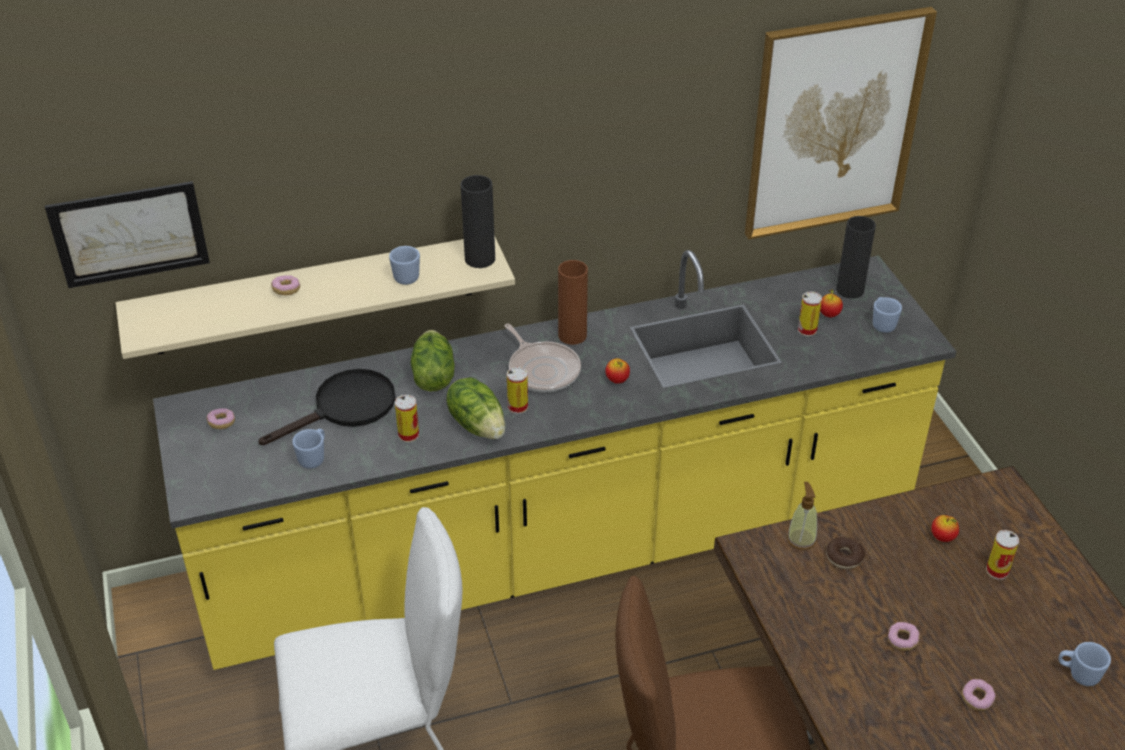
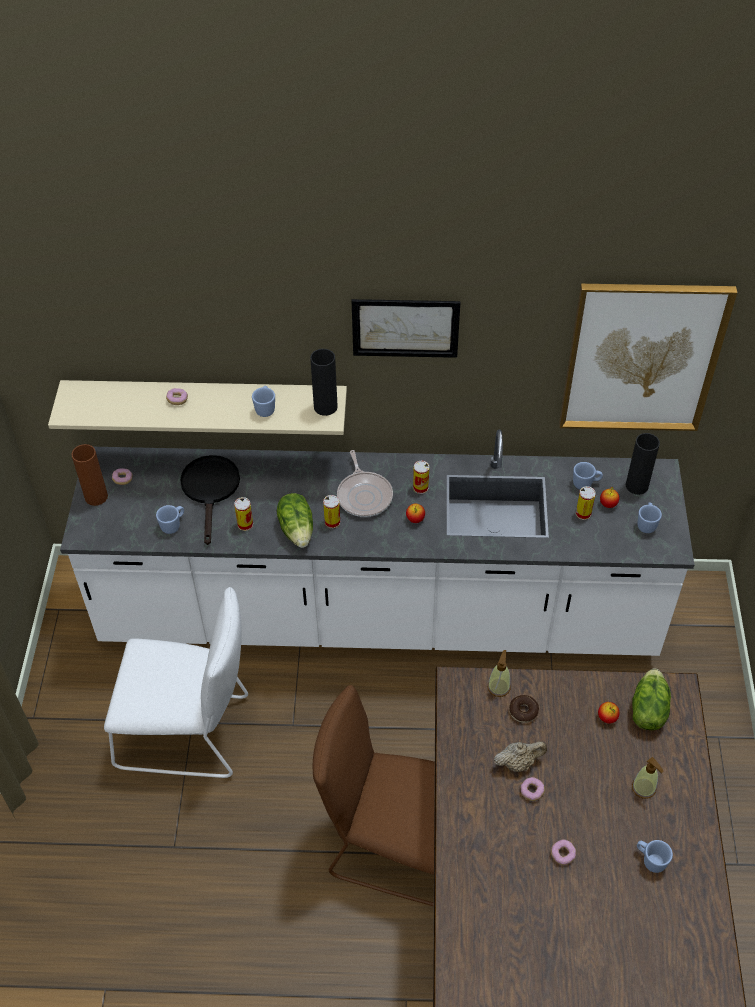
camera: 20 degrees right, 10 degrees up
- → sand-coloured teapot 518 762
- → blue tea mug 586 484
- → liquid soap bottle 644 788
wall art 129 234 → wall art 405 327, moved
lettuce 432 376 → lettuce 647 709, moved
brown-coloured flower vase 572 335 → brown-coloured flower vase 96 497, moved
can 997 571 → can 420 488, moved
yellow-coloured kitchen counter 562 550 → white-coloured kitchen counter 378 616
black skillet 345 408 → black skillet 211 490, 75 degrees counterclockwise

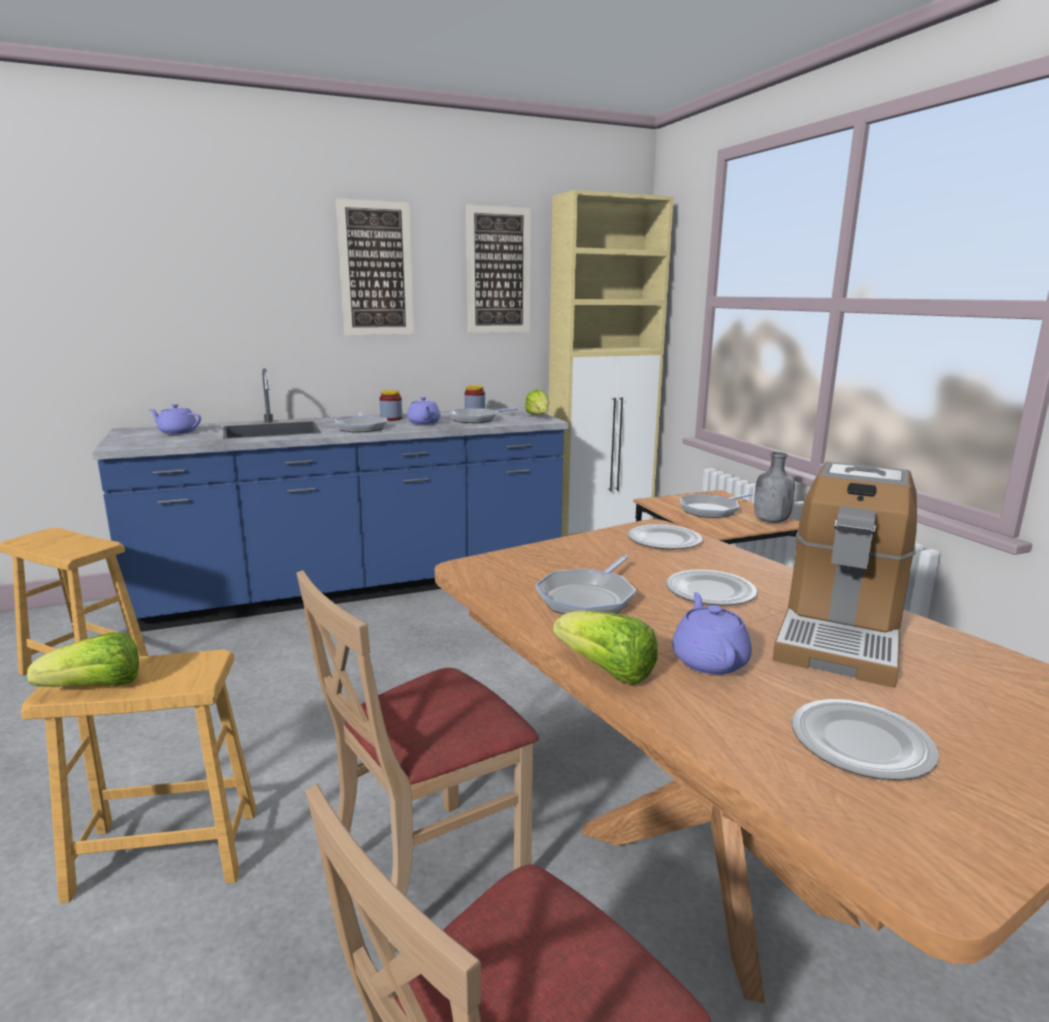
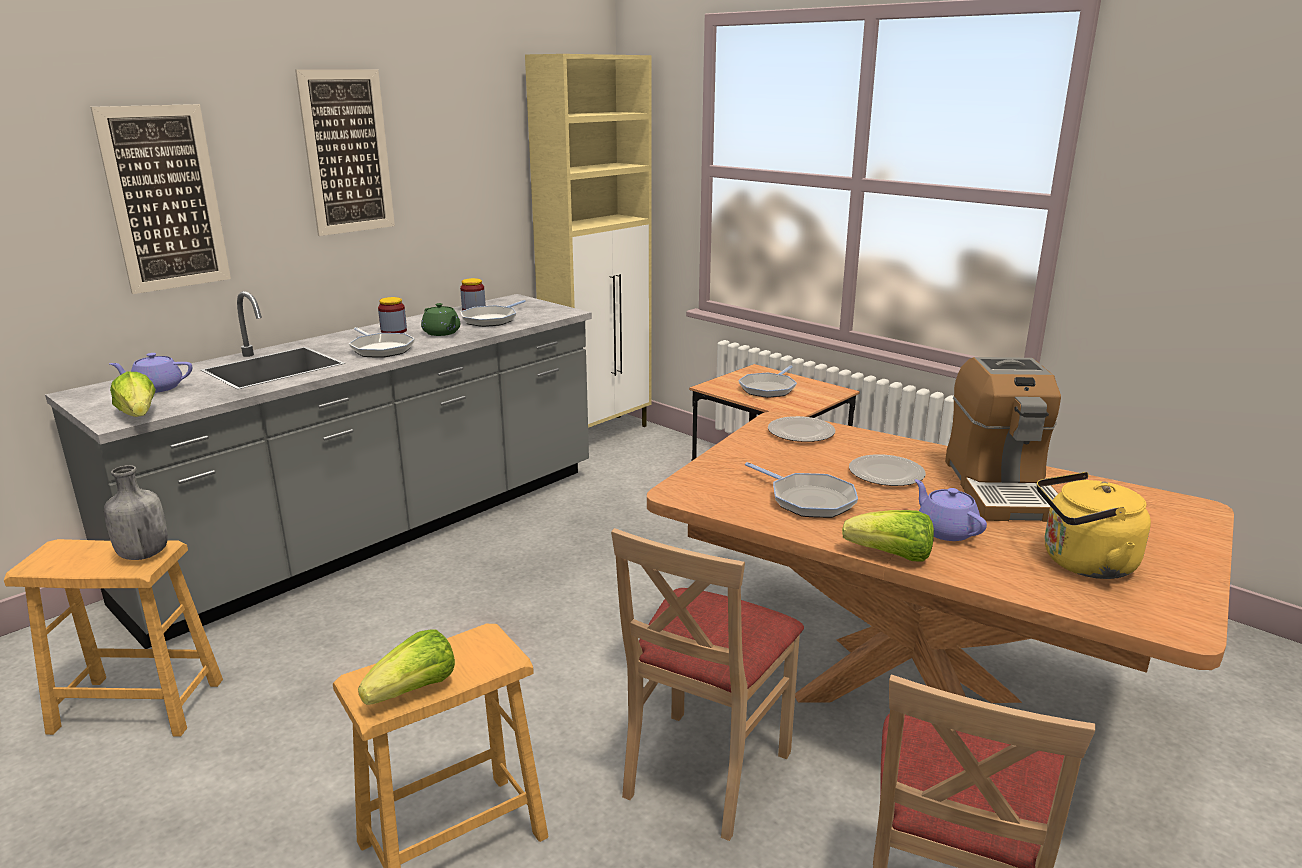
camera: 25 degrees left, 5 degrees up
wall art 498 271 → wall art 165 199, moved
lettuce 538 416 → lettuce 139 415, moved
greyish beverage bottle 770 521 → greyish beverage bottle 143 554, moved
dinner plate 859 742 → yellow-coloured tea kettle 1082 563
blue kitchen counter 359 588 → greyish kitchen counter 381 533
purplish teapot 424 423 → greenish teapot 442 333
skillet 588 598 → skillet 808 500, 45 degrees counterclockwise

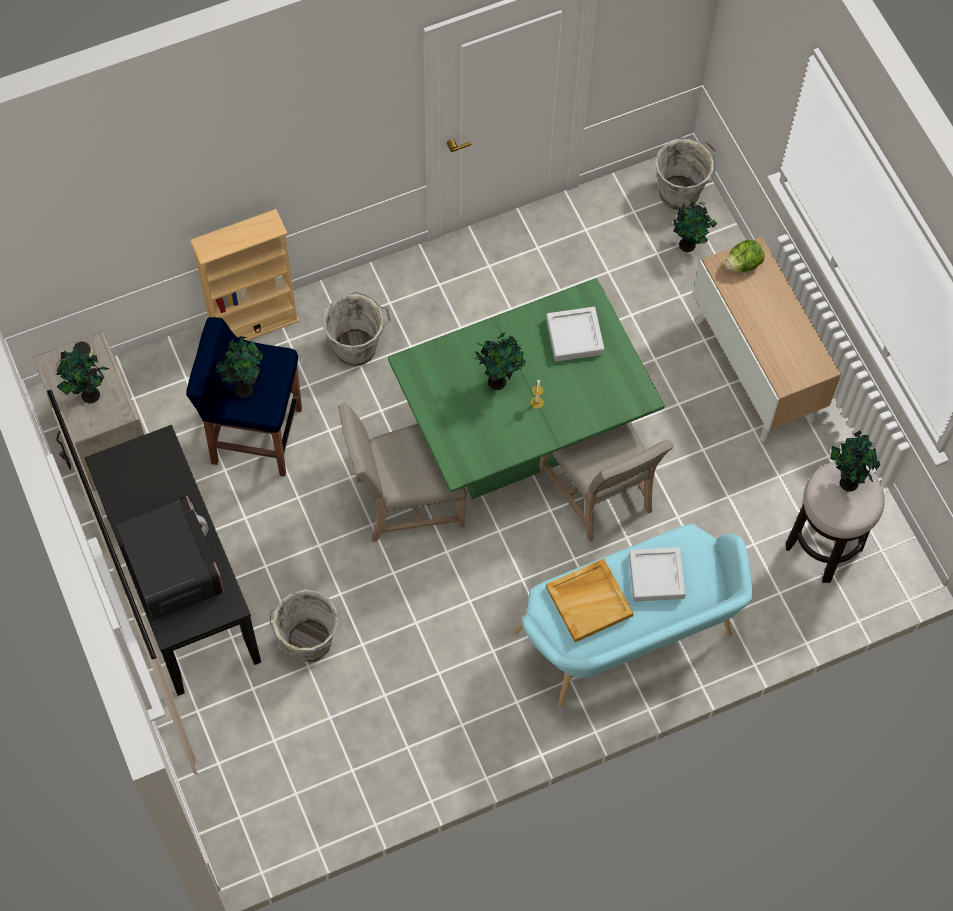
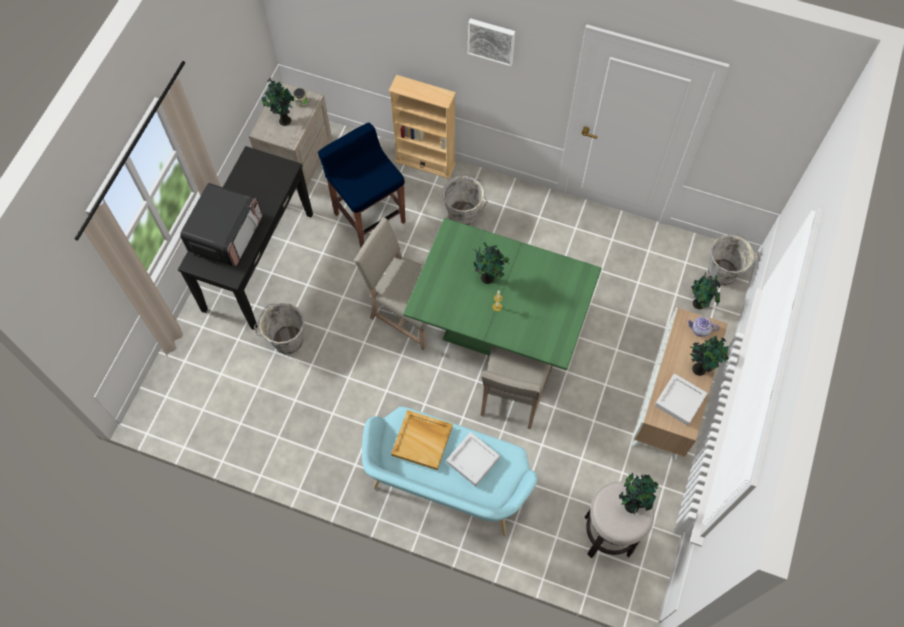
camera: 45 degrees right, 0 degrees up
- → wall art 491 40
potted plant 244 387 → potted plant 700 368, moved
greyish tray 574 336 → greyish tray 680 401, moved
lettuce 743 264 → teapot 700 330

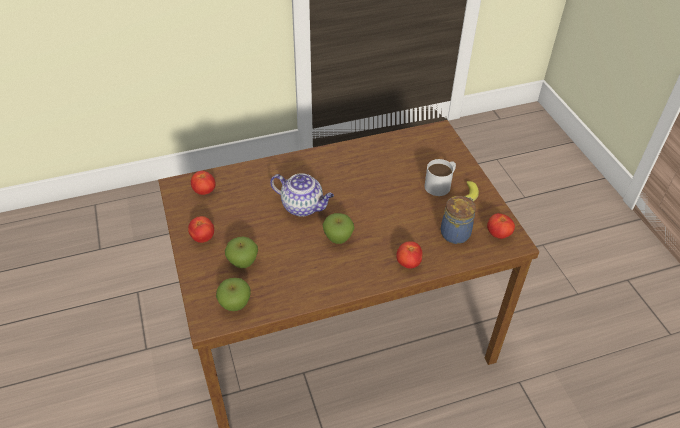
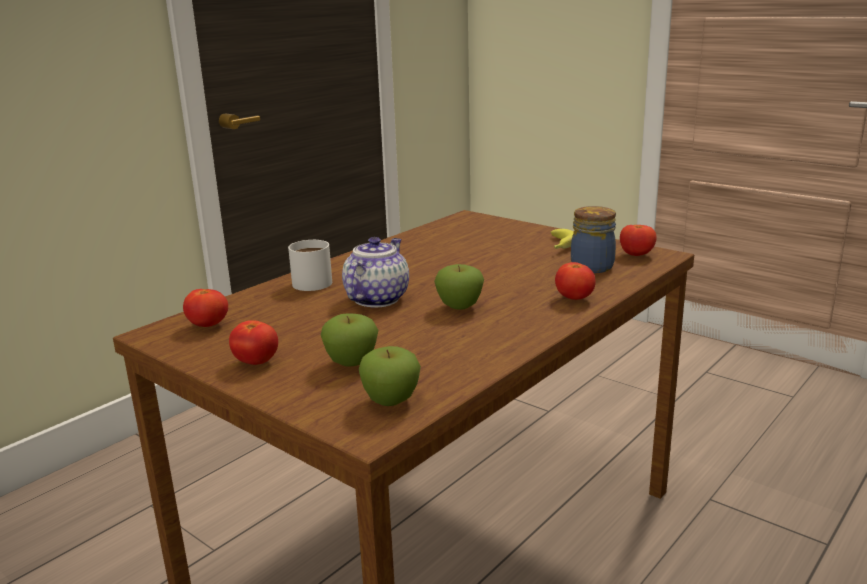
camera: 30 degrees left, 25 degrees down
white-coloured tea mug 441 184 → white-coloured tea mug 315 280, moved
teapot 303 206 → teapot 377 298, 60 degrees counterclockwise

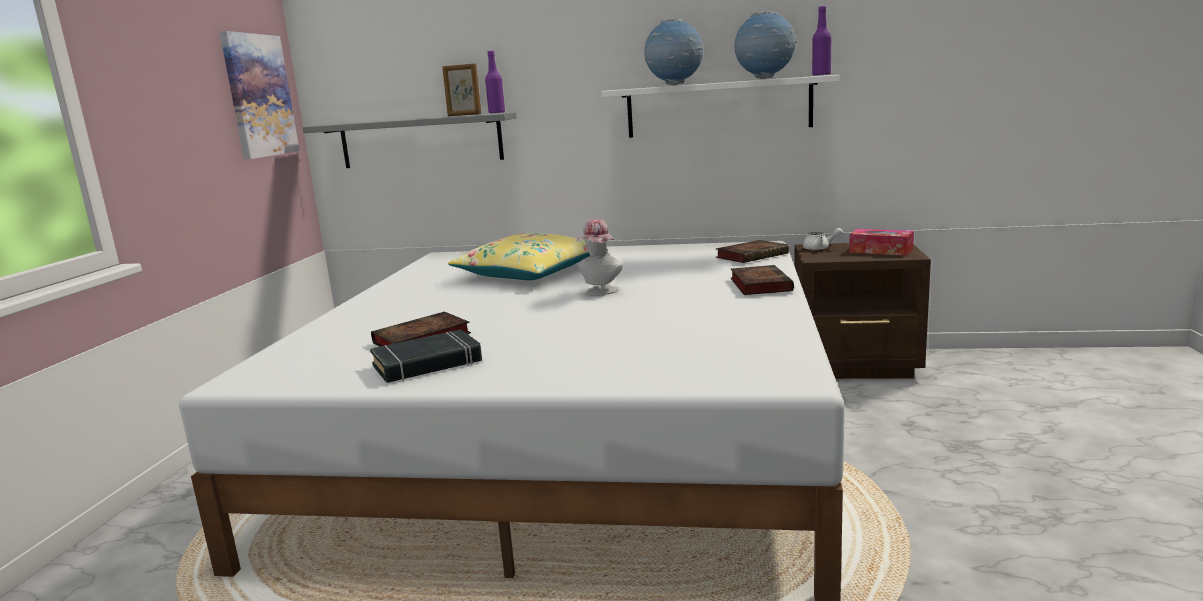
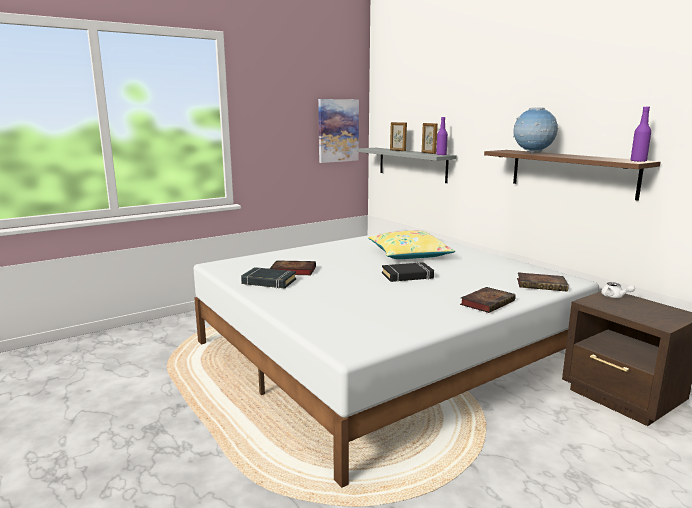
camera: 45 degrees right, 0 degrees up
globe 765 79 → -
box of tissues 881 251 → -
- → picture frame 397 150
clothing hat 600 291 → black book 407 276
white-coloured wall shelf 718 107 → brown-coloured wall shelf 572 173

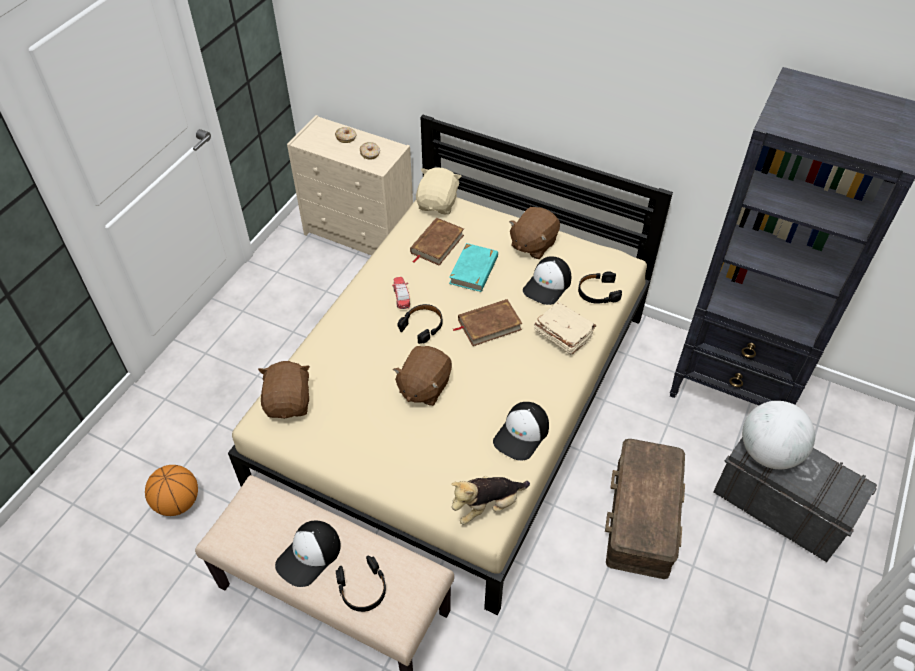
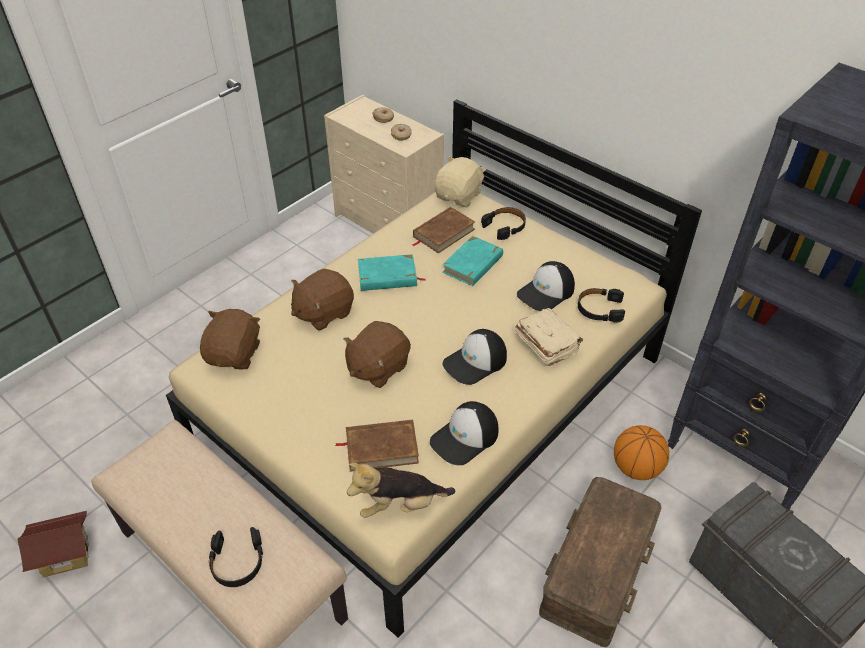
camera: 15 degrees right, 5 degrees down
globe 768 452 → -
- → model house 65 555
basketball 177 502 → basketball 636 468, moved
peaked cap 309 556 → peaked cap 475 362, moved
black pair of headphones 422 326 → black pair of headphones 505 226, moved
brown-coloured book 489 325 → brown-coloured book 381 448, moved
brown-coloured plush toy 533 244 → brown-coloured plush toy 323 312, moved
miniature car 401 298 → blue-green book 387 277

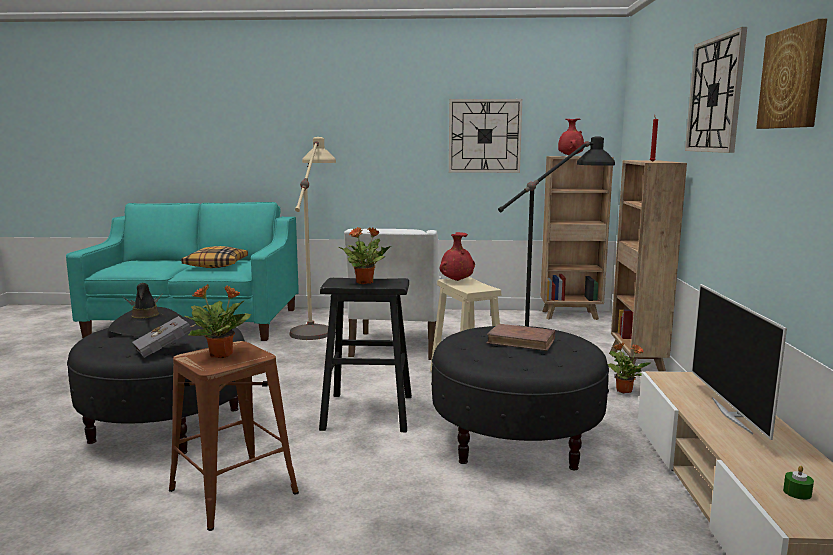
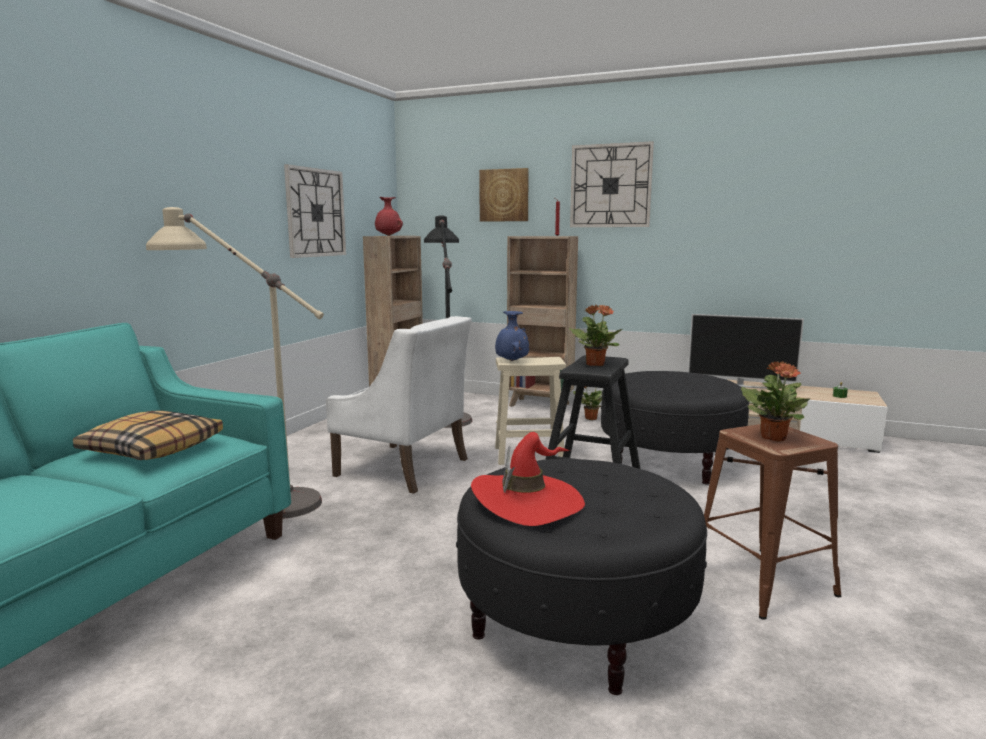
camera: 70 degrees left, 0 degrees up
greyish book 166 350 → -
brown-coloured book 521 341 → -
wall art 793 78 → wall art 504 195, moved
black clothing hat 147 326 → reddish clothing hat 527 502
reddish flower vase 456 280 → blue flower vase 511 361

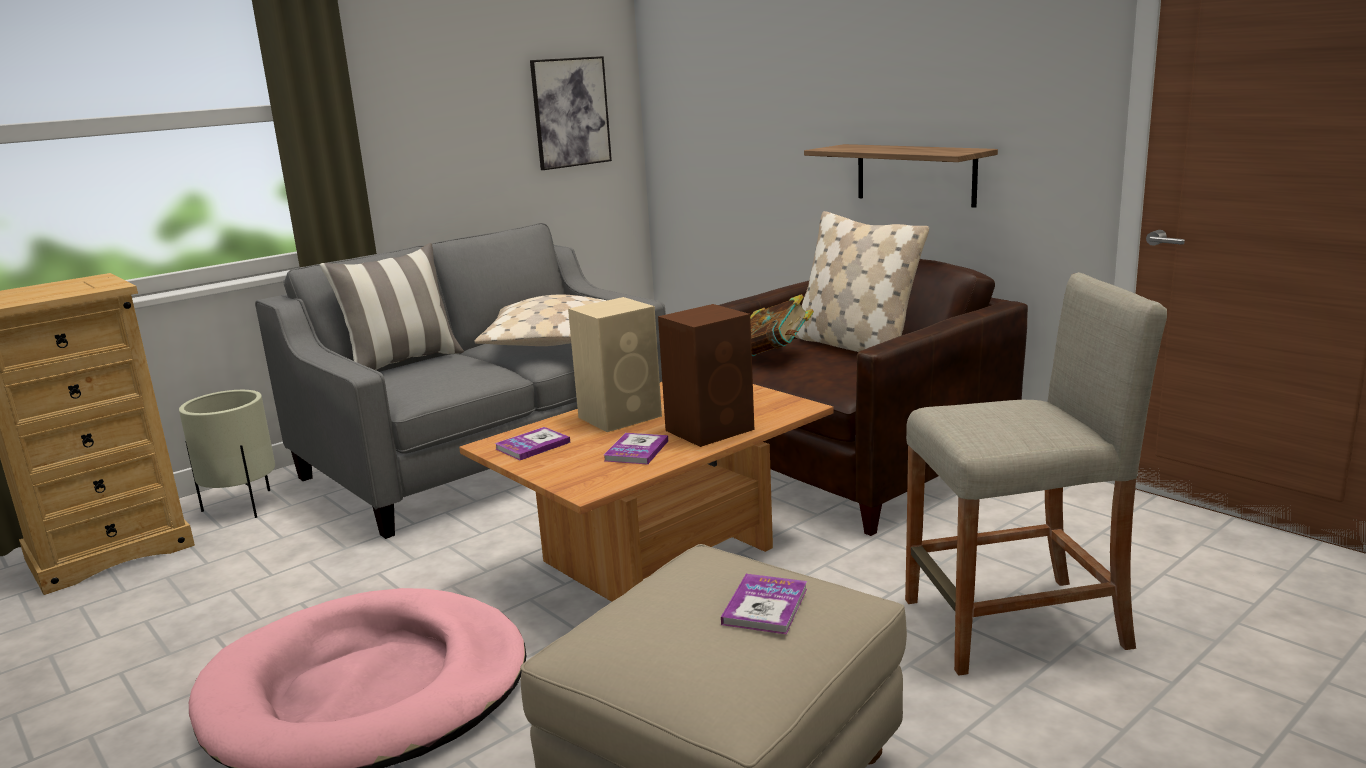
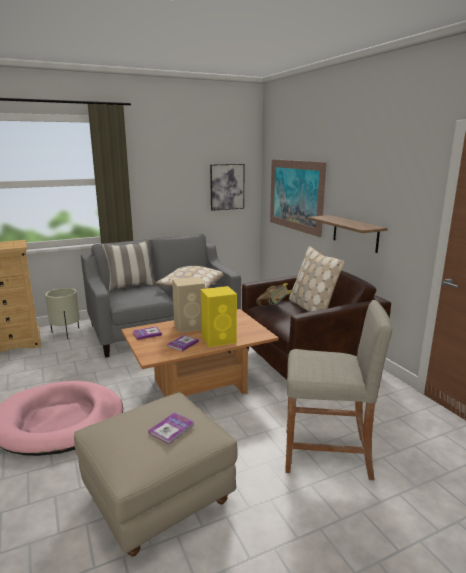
camera: 15 degrees right, 0 degrees up
- → wall art 295 195
brown-coloured audio speaker 711 429 → yellow-coloured audio speaker 219 339

